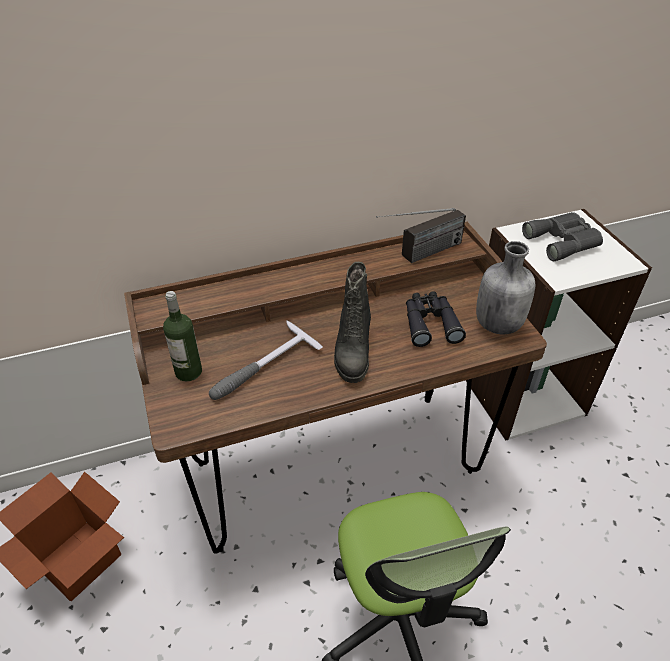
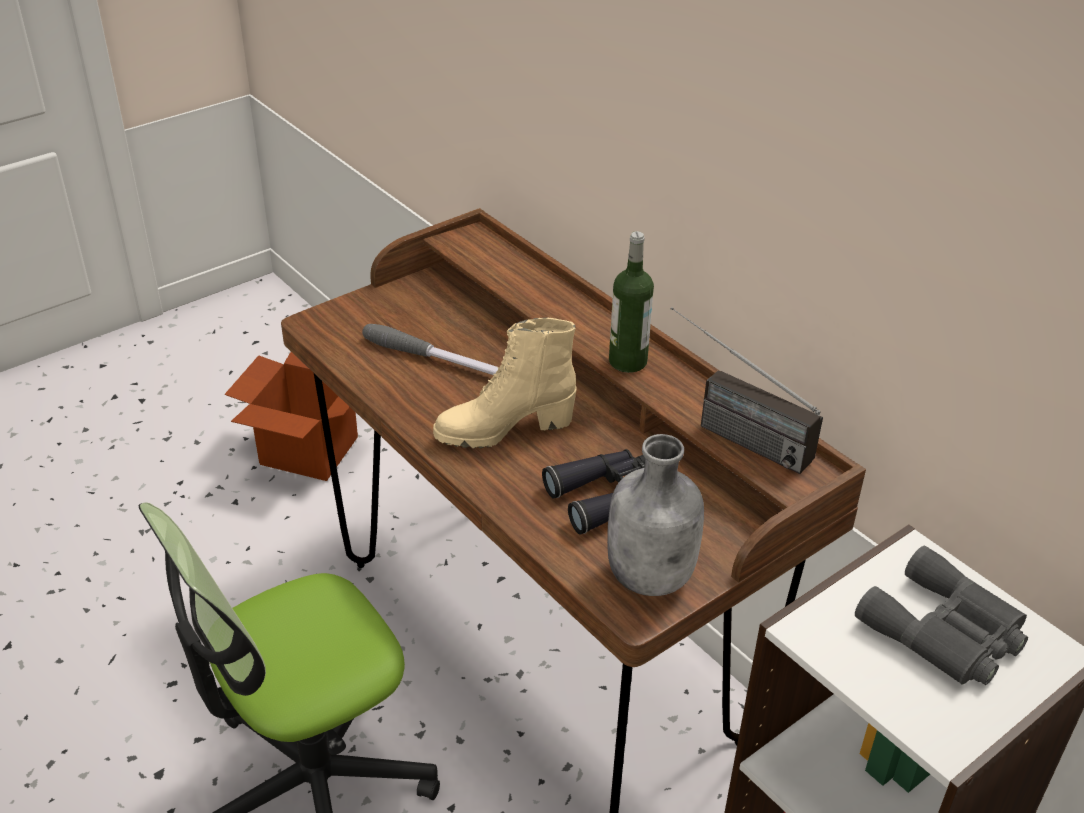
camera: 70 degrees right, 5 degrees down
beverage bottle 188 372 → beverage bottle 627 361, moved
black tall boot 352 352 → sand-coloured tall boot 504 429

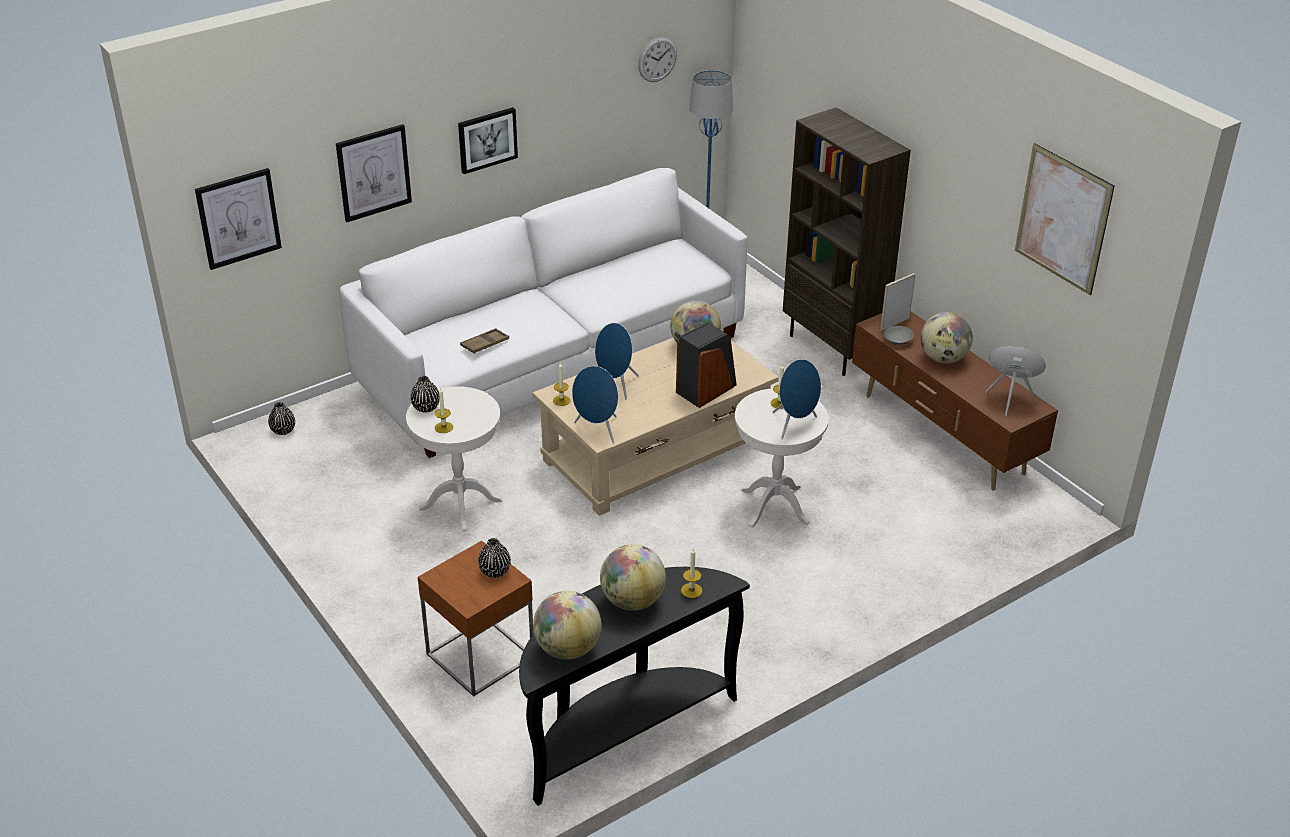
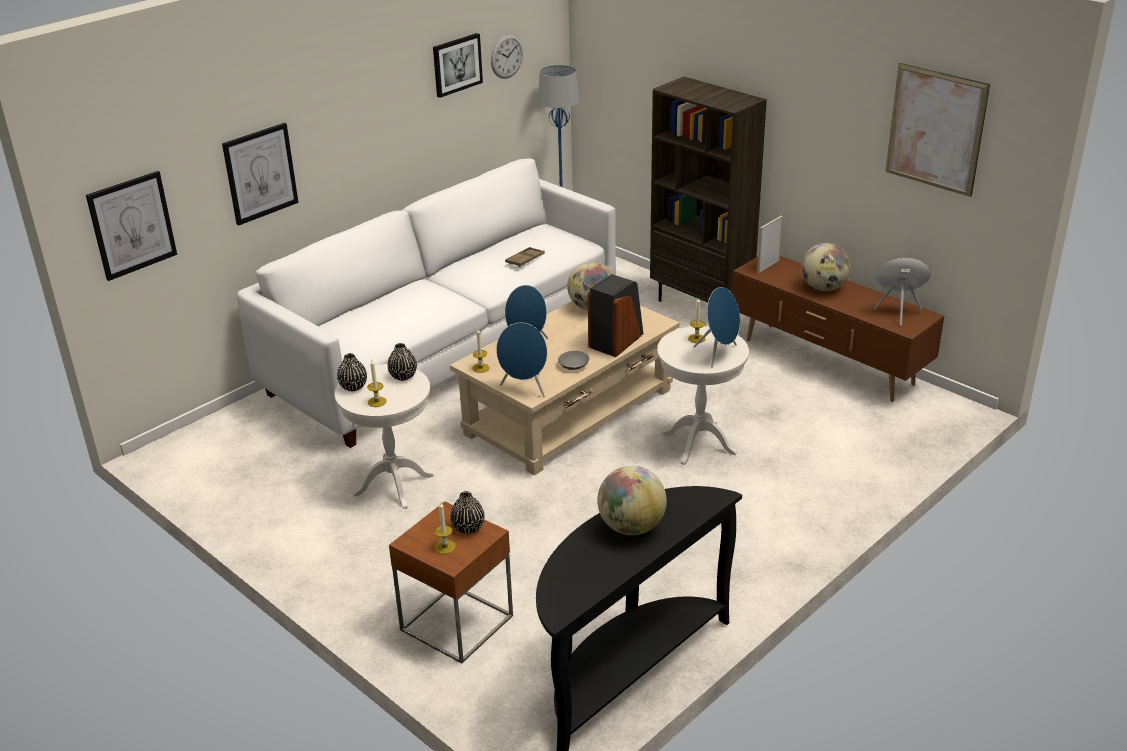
camera: 10 degrees left, 5 degrees down
globe 567 648 → -
black flower vase 283 430 → black flower vase 403 376, moved
wall art 487 139 → wall art 456 64, moved
brown-coloured tray 485 344 → brown-coloured tray 525 260, moved
wax light 691 590 → wax light 445 547, moved
greyish serving bowl 897 340 → greyish serving bowl 573 366, moved

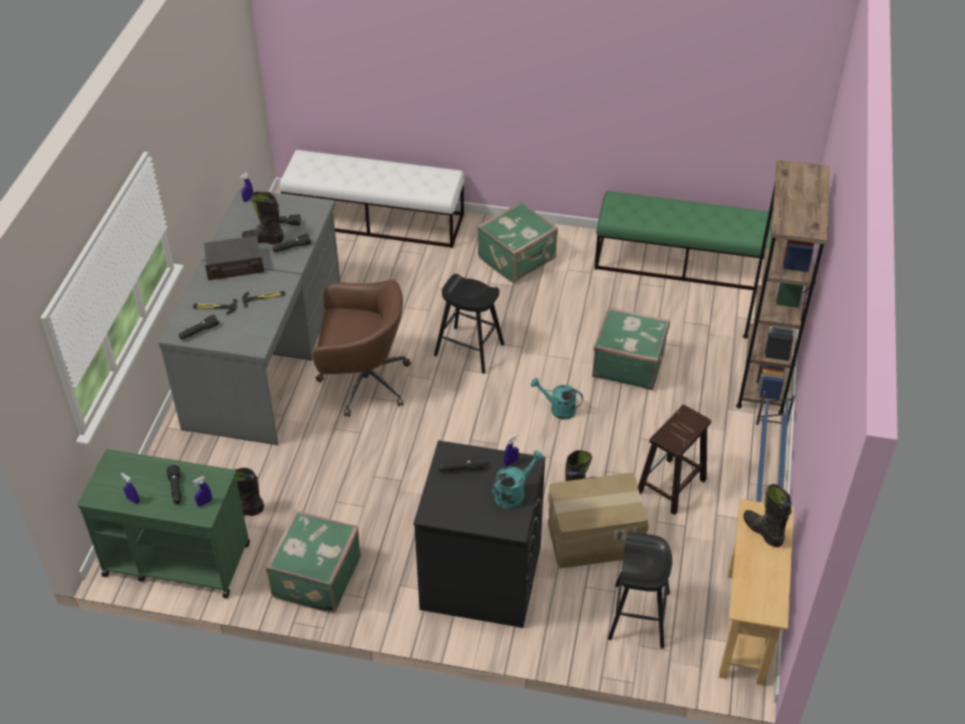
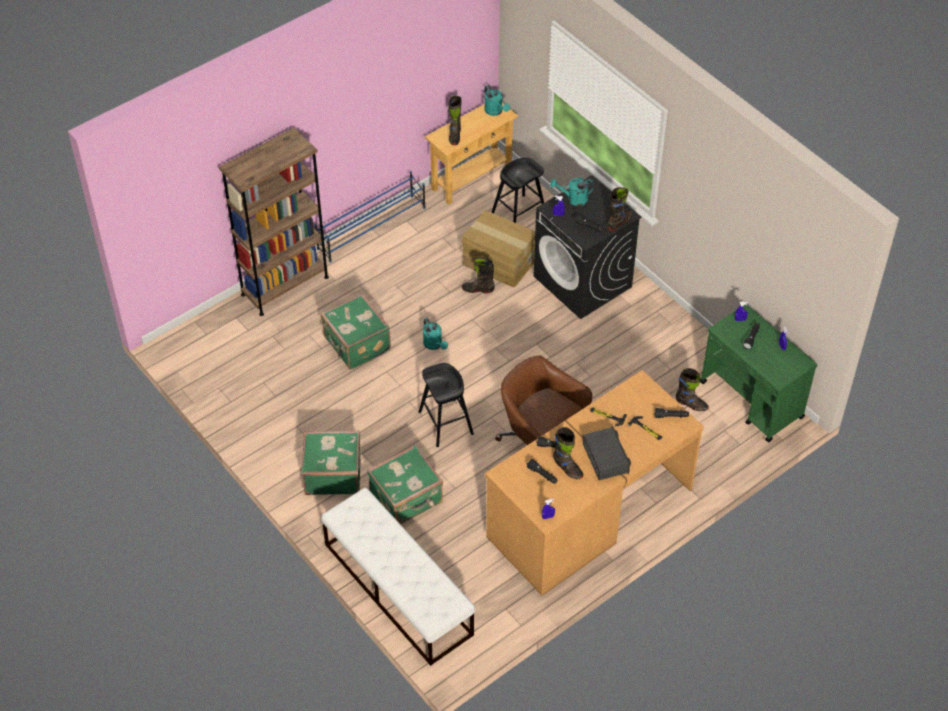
camera: 140 degrees left, 5 degrees up
greenish long seat 686 263 → -
brown-coloured sitting stool 671 486 → -
- → blue-green watering pot 495 111
- → black tall boot 619 222
greenish piece of luggage 315 577 → greenish piece of luggage 407 499, moved
greyish desk unit 267 356 → brown-coloured desk unit 588 511
radio set 234 265 → radio set 606 458, 45 degrees clockwise

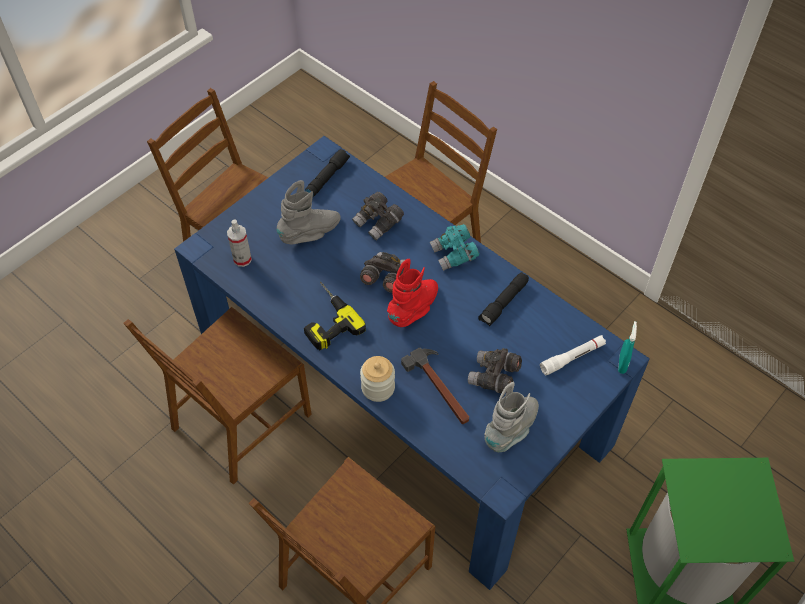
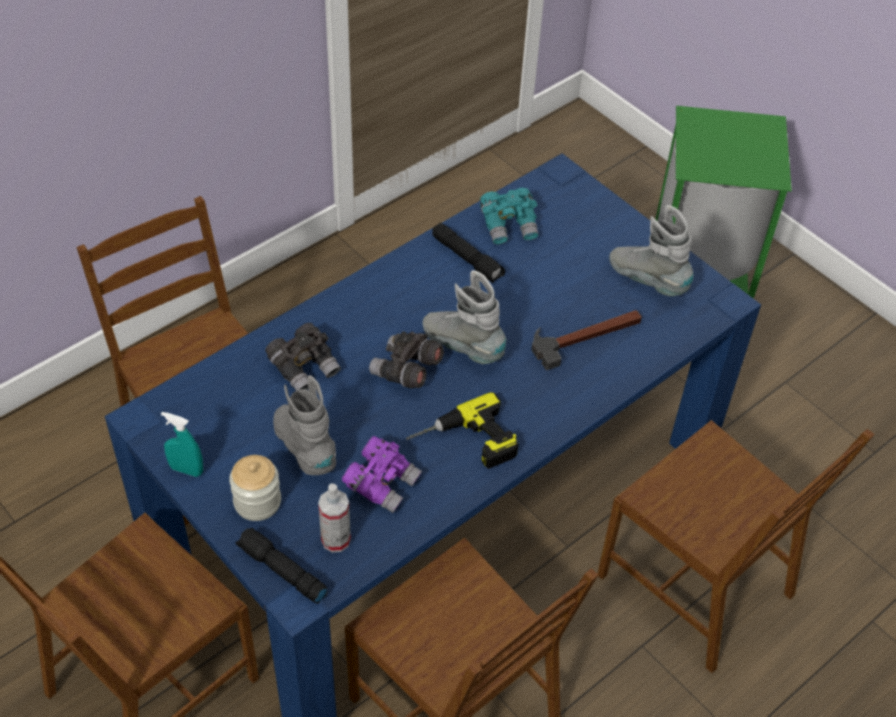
camera: 85 degrees left, 5 degrees down
greyish field glasses 494 377 → -
white-coloured hand torch 572 358 → -
- → purplish field glasses 382 483
black hand torch 327 177 → black hand torch 281 571, moved
storage jar 378 387 → storage jar 257 502, moved
blue-green field glasses 454 255 → blue-green field glasses 509 226, moved
blue-green hand sprayer 622 364 → blue-green hand sprayer 186 470, moved
reddish tall boot 414 309 → greyish tall boot 463 346

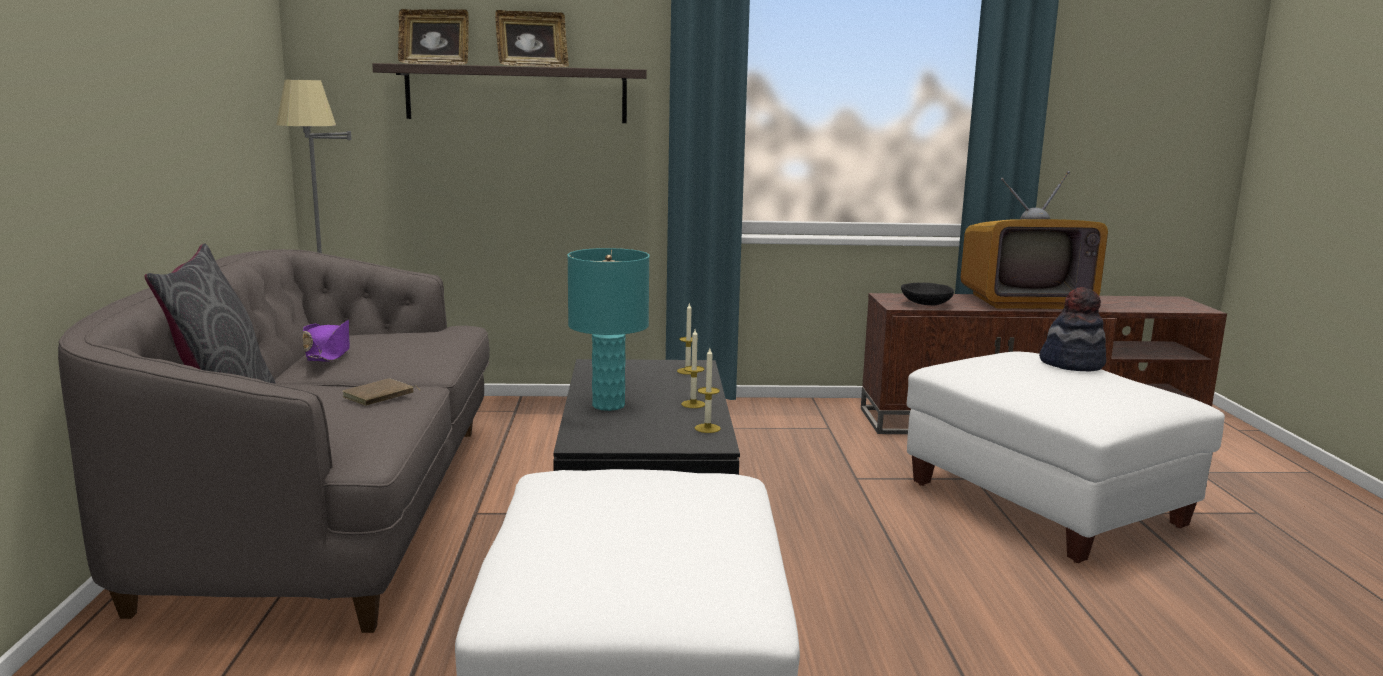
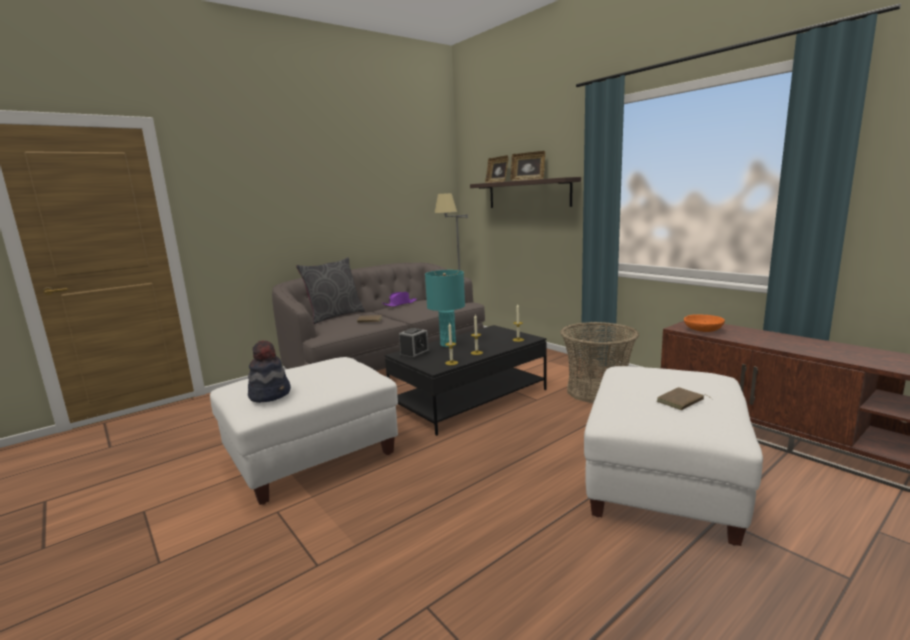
camera: 55 degrees right, 0 degrees up
TV 1025 301 → -
- → alarm clock 414 354
- → storage basket 597 391
- → brown-coloured book 681 401
clothing hat 1072 364 → clothing hat 270 394, moved
black serving bowl 926 304 → orangey serving bowl 703 330

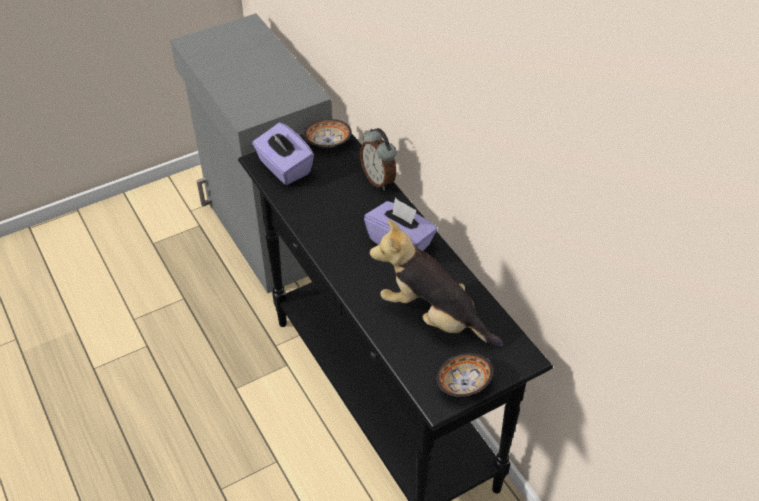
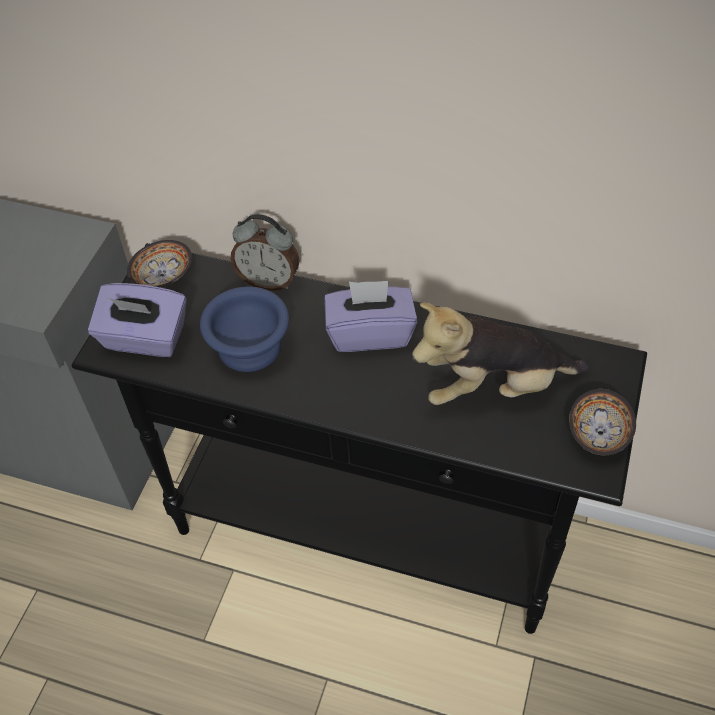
camera: 40 degrees left, 5 degrees up
- → blue serving bowl 247 348

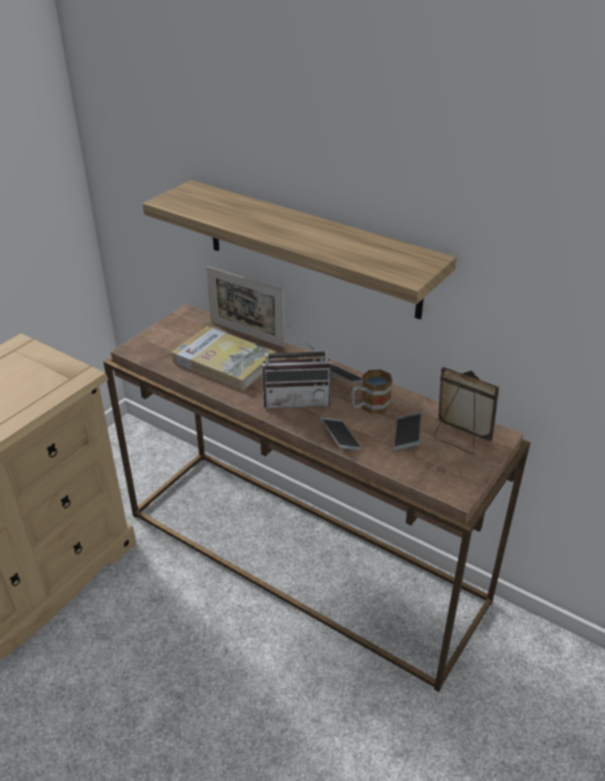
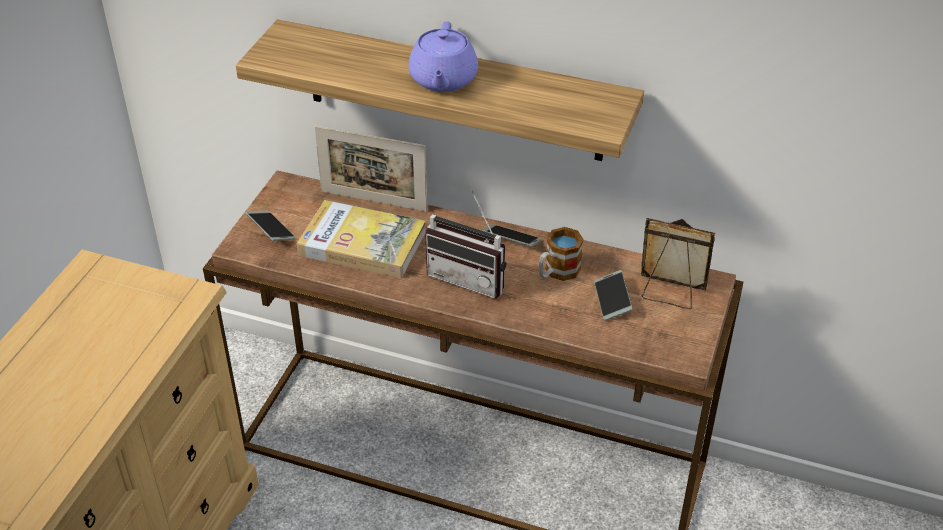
camera: 15 degrees left, 5 degrees up
- → purplish teapot 443 80
handset 340 438 → handset 271 230, moved
radio set 297 399 → radio set 470 277, 45 degrees clockwise

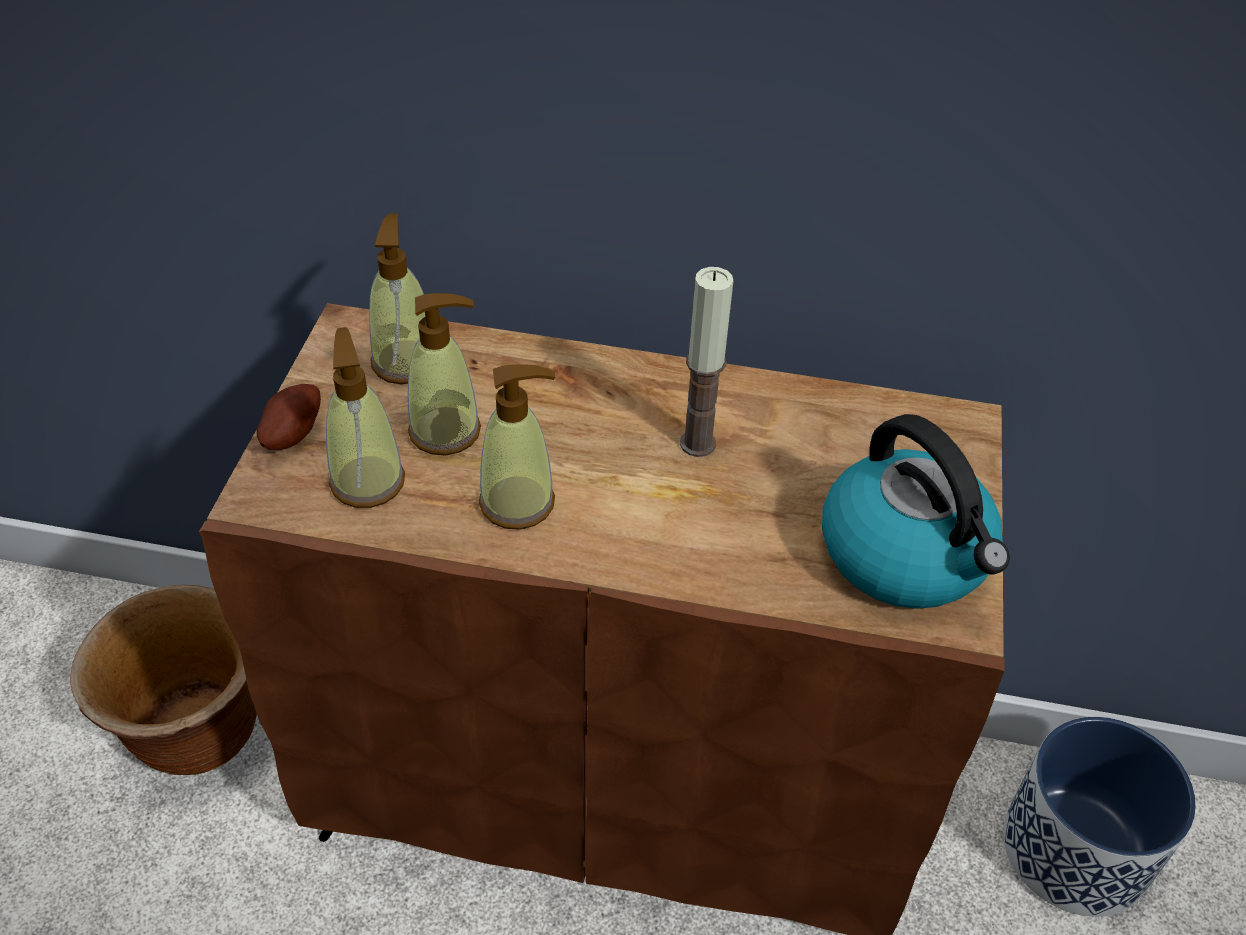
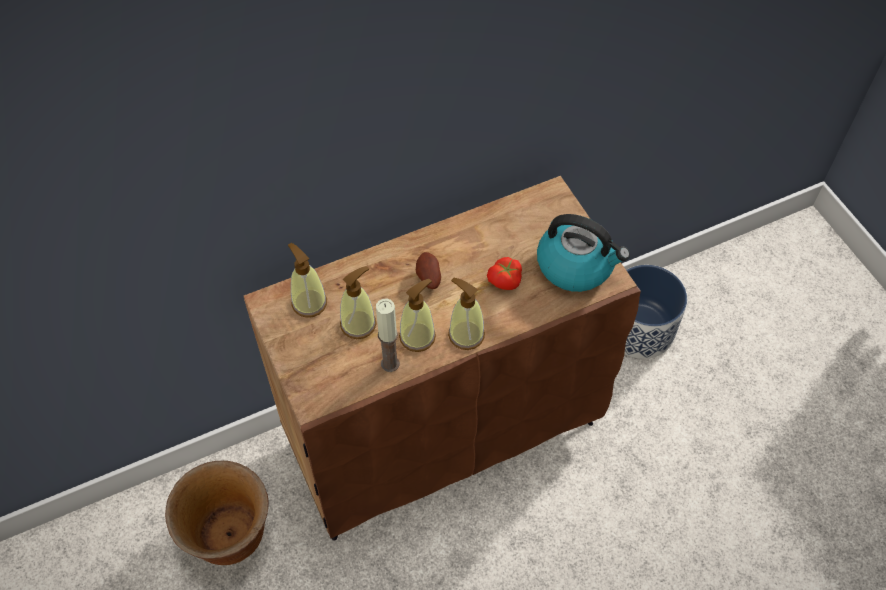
camera: 35 degrees left, 10 degrees up
- → fresh tomato 505 281
whole potato 291 433 → whole potato 428 277, moved
liquid soap bottle 367 481 → liquid soap bottle 466 334, moved
wax light 697 443 → wax light 390 364, moved

